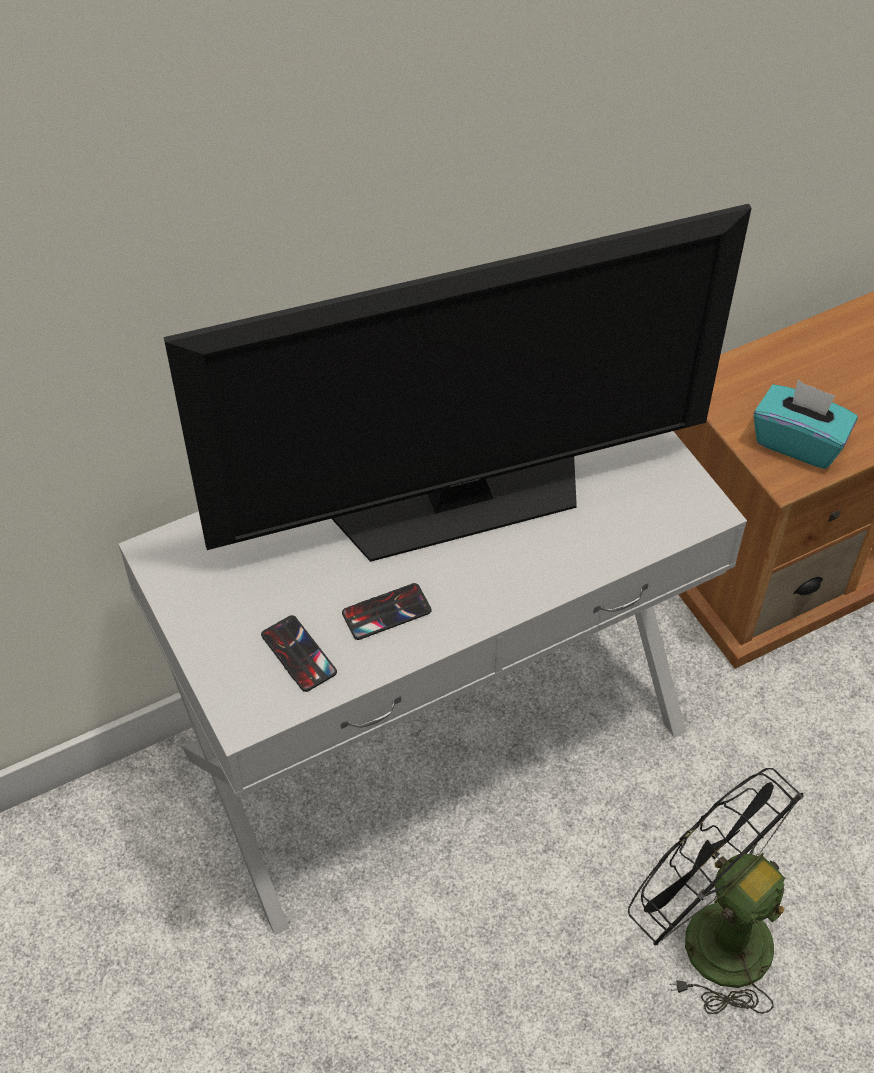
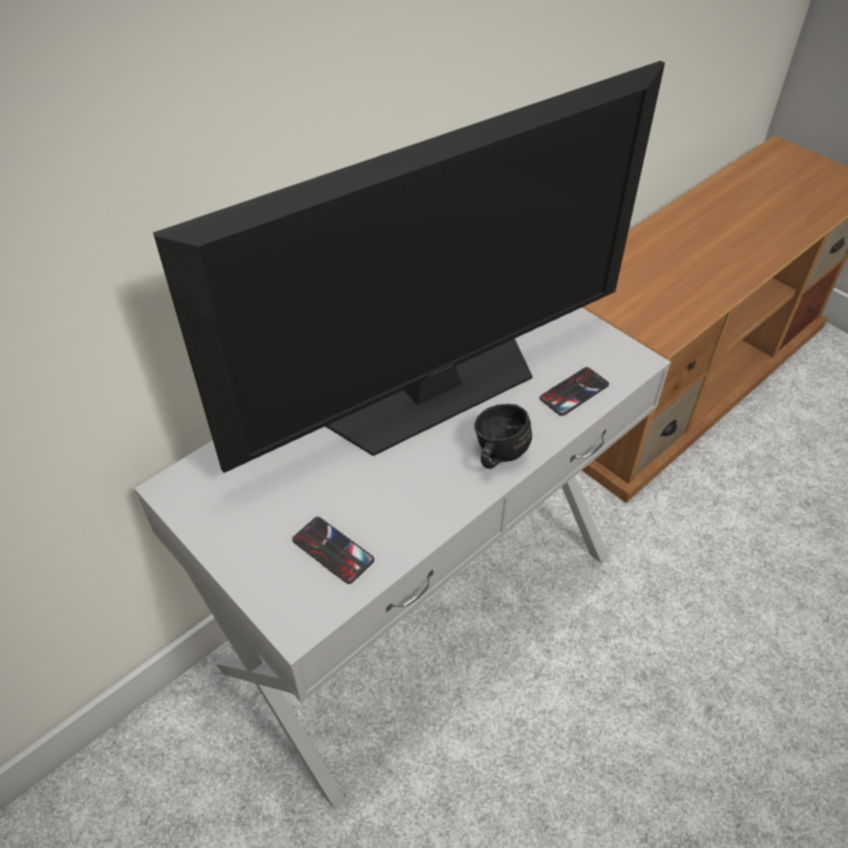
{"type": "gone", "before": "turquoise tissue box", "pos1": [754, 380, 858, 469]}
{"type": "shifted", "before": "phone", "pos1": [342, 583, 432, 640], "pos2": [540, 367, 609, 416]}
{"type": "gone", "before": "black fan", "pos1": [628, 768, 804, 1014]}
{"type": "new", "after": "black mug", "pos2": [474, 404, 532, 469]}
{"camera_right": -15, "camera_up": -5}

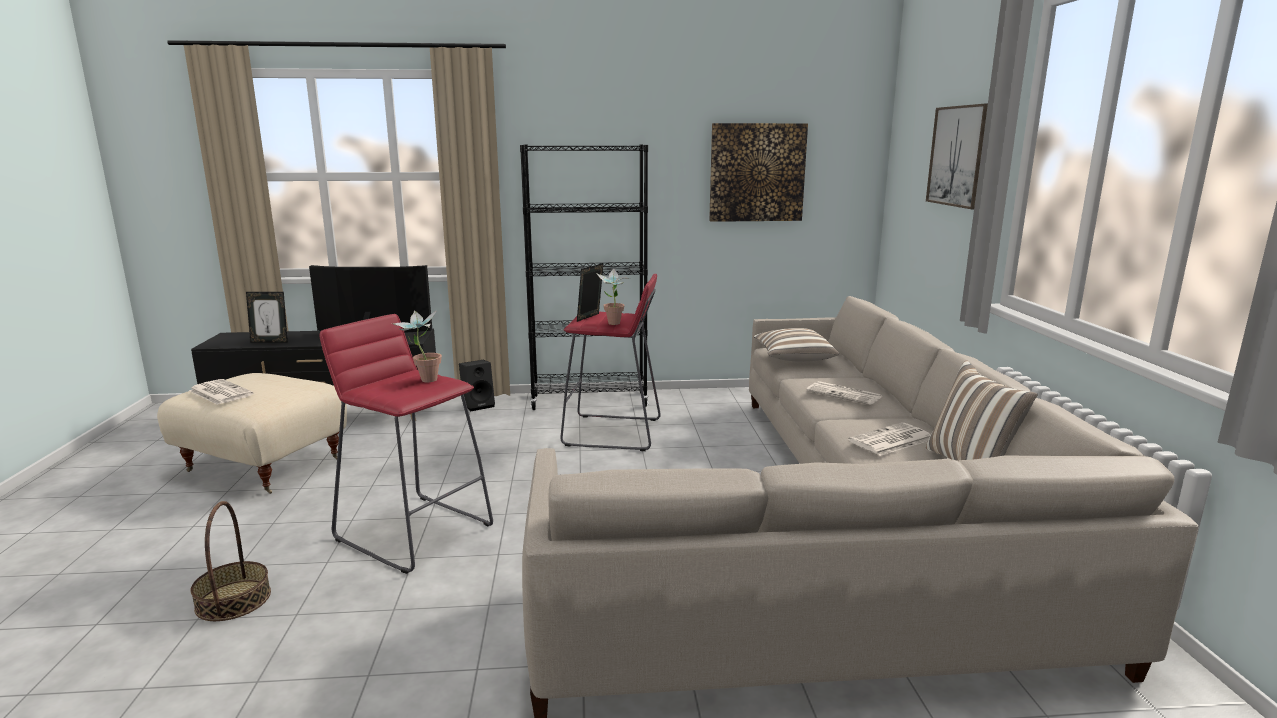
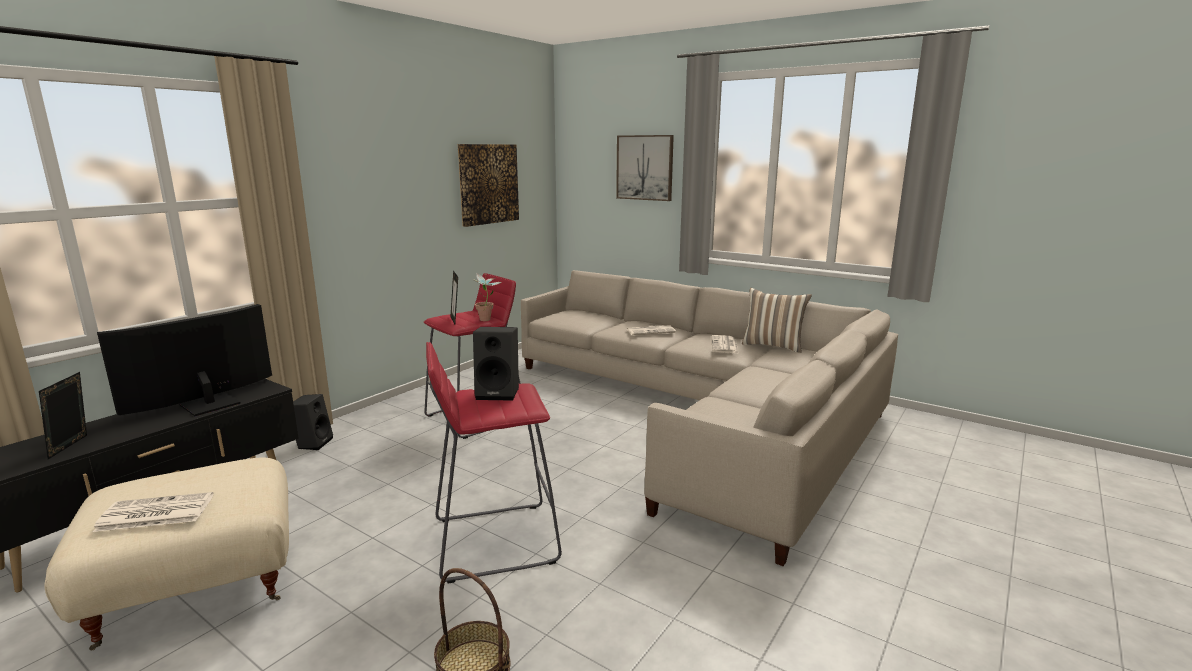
{"type": "gone", "before": "black bookcase", "pos1": [520, 145, 648, 410]}
{"type": "rotated", "before": "picture frame", "pos1": [246, 292, 288, 343], "pos2": [39, 372, 87, 459], "turn": 135}
{"type": "swapped", "before": "potted plant", "after": "black speaker", "pos1": [392, 310, 442, 382], "pos2": [473, 327, 519, 401]}
{"type": "gone", "before": "pillow", "pos1": [753, 328, 839, 362]}
{"camera_right": -50, "camera_up": 0}

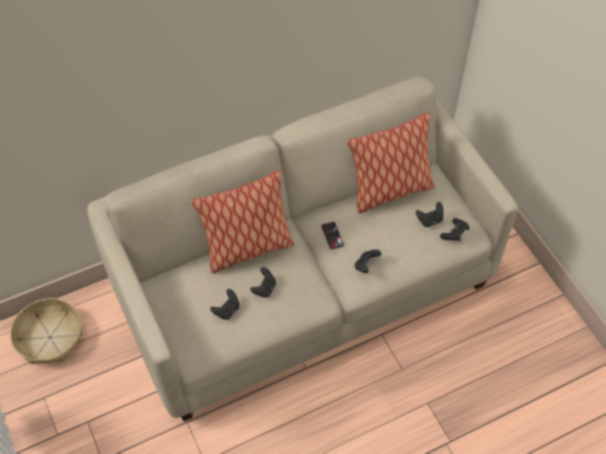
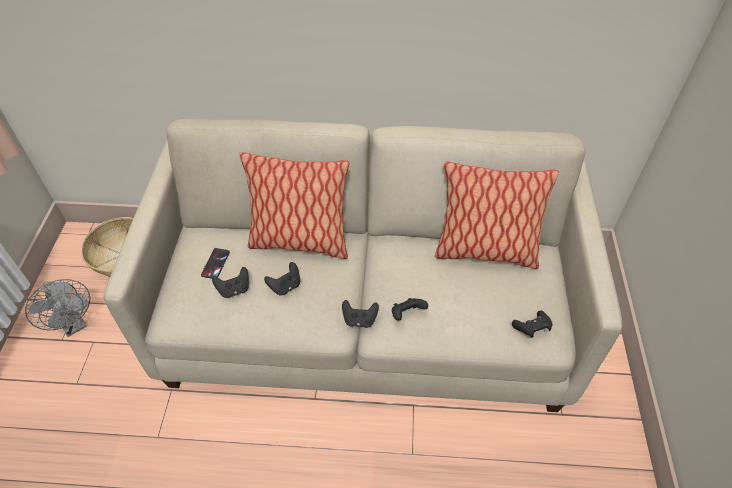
{"type": "shifted", "before": "black game controller", "pos1": [416, 202, 443, 227], "pos2": [342, 300, 379, 328]}
{"type": "shifted", "before": "phone", "pos1": [321, 222, 344, 250], "pos2": [201, 248, 230, 279]}
{"type": "new", "after": "grey fan", "pos2": [25, 279, 90, 337]}
{"camera_right": 30, "camera_up": -5}

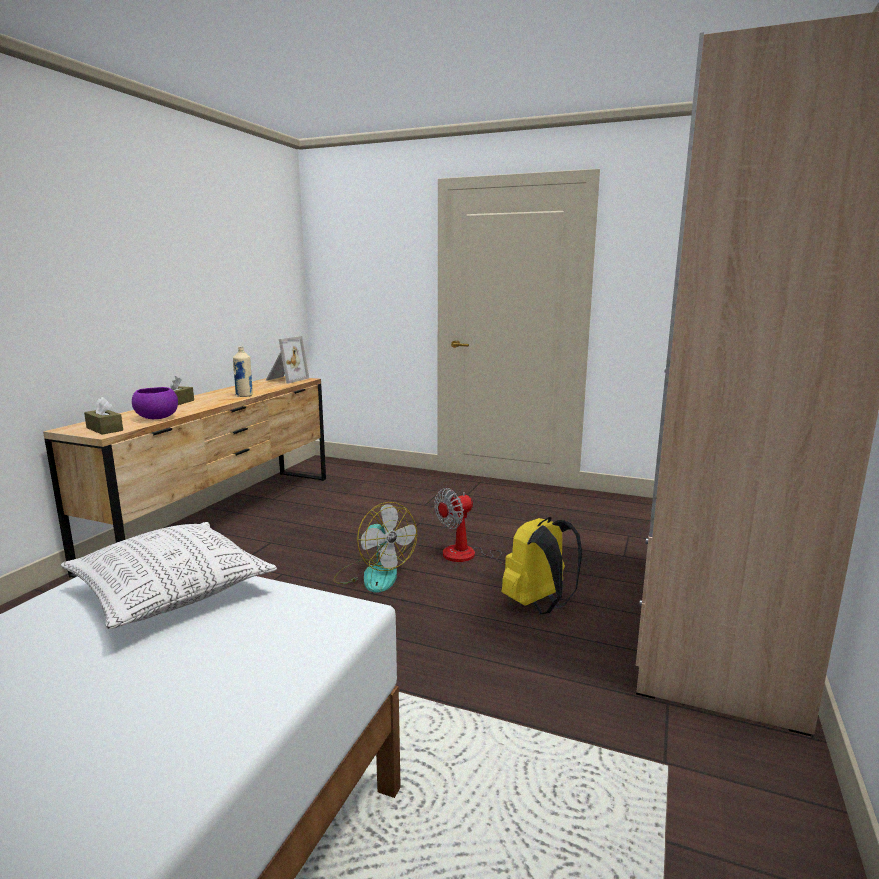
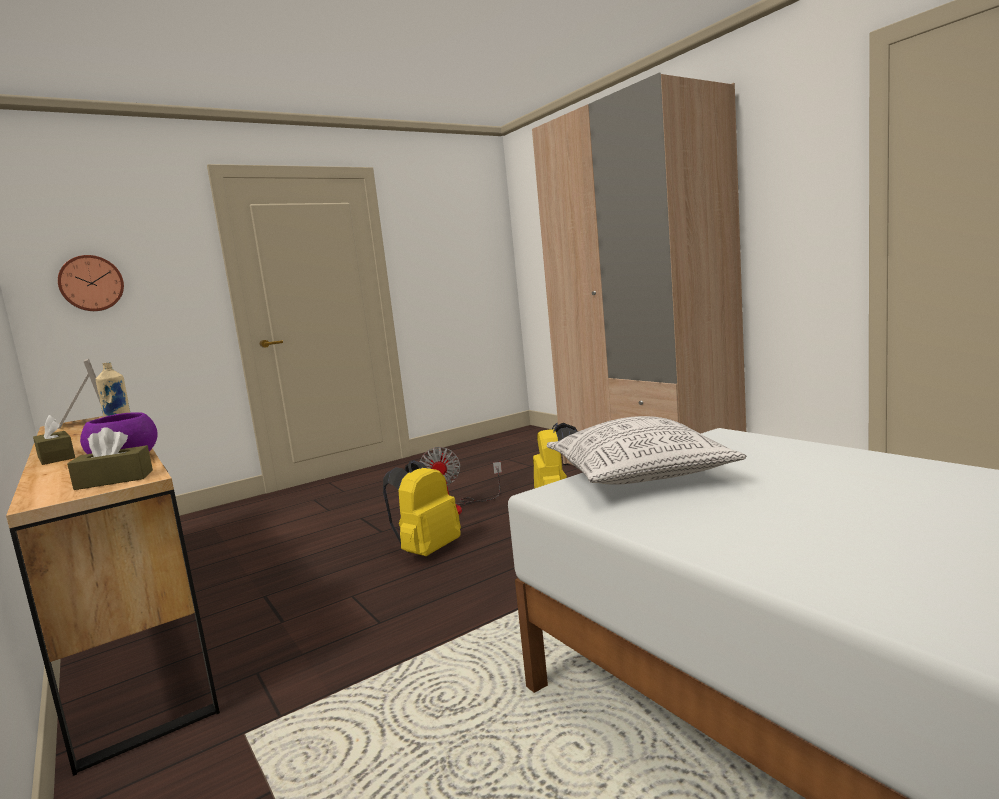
{"type": "swapped", "before": "fan", "after": "yellow backpack", "pos1": [333, 502, 417, 593], "pos2": [383, 460, 461, 556]}
{"type": "new", "after": "wall clock", "pos2": [58, 255, 124, 311]}
{"camera_right": -55, "camera_up": -5}

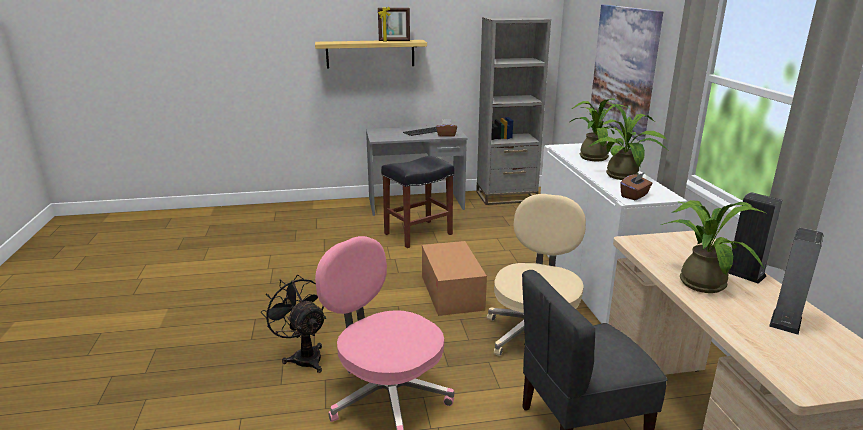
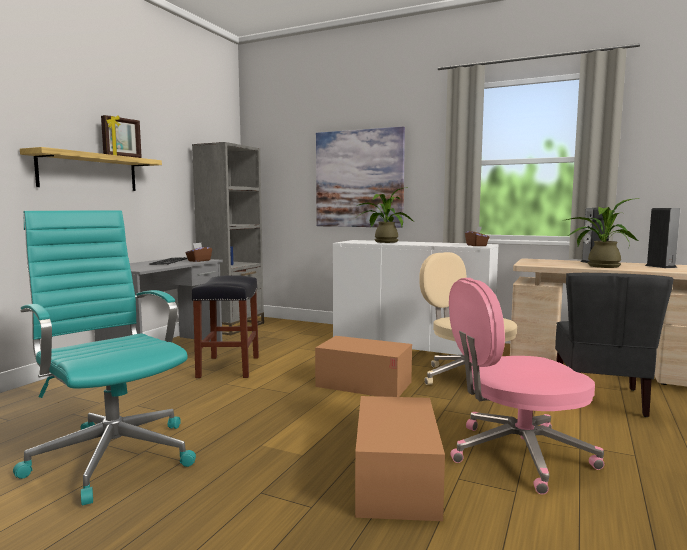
{"type": "gone", "before": "potted plant", "pos1": [588, 102, 668, 180]}
{"type": "swapped", "before": "black fan", "after": "cardboard box", "pos1": [261, 275, 326, 373], "pos2": [355, 396, 445, 521]}
{"type": "new", "after": "turquoise office chair", "pos2": [13, 210, 196, 506]}
{"camera_right": -55, "camera_up": -15}

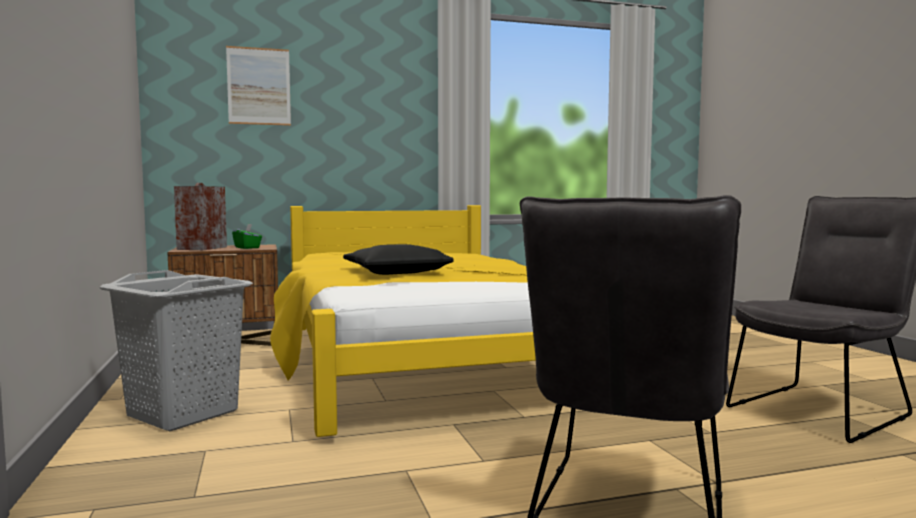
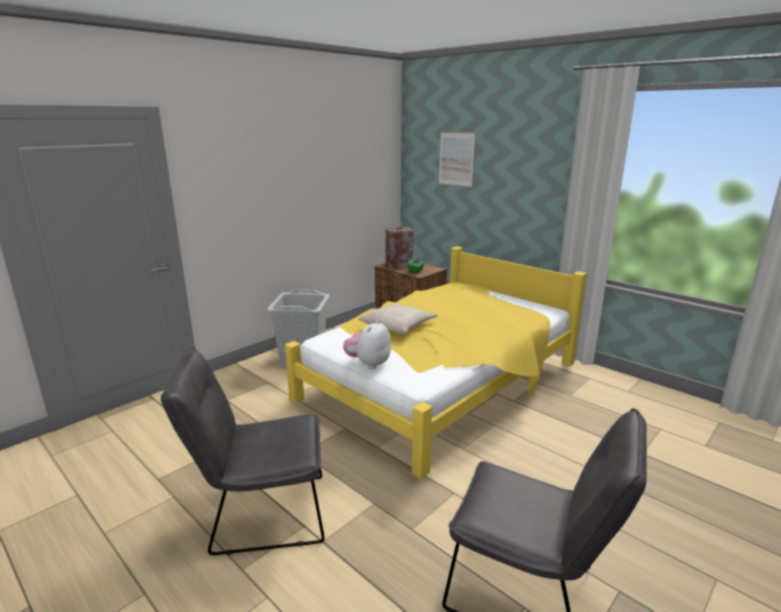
{"type": "repainted", "before": "black pillow", "after": "beige pillow", "pos1": [343, 244, 453, 275], "pos2": [359, 303, 437, 334]}
{"type": "new", "after": "plush toy", "pos2": [343, 320, 391, 369]}
{"camera_right": 60, "camera_up": 15}

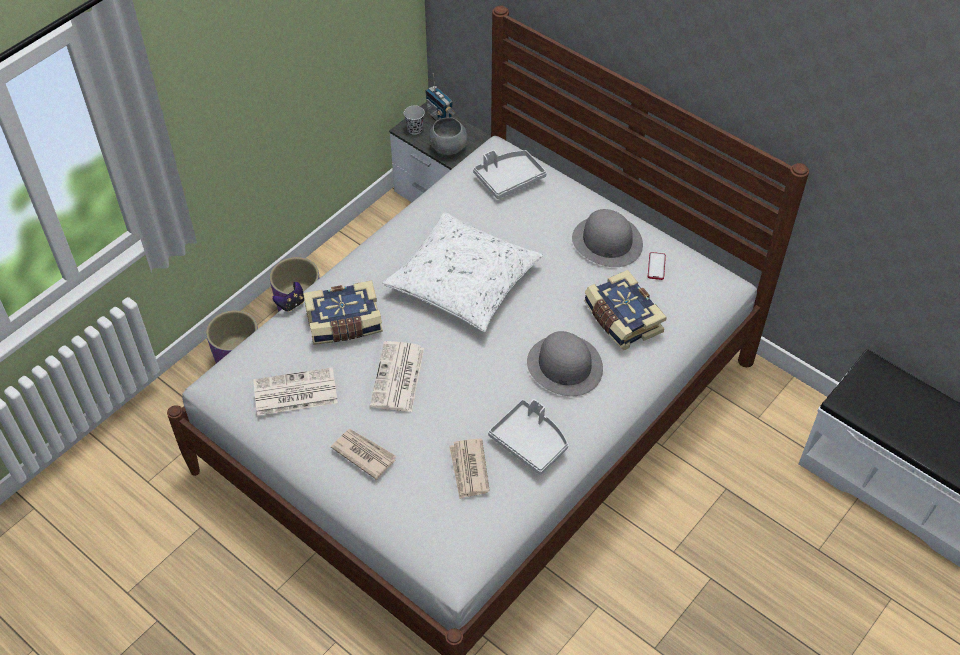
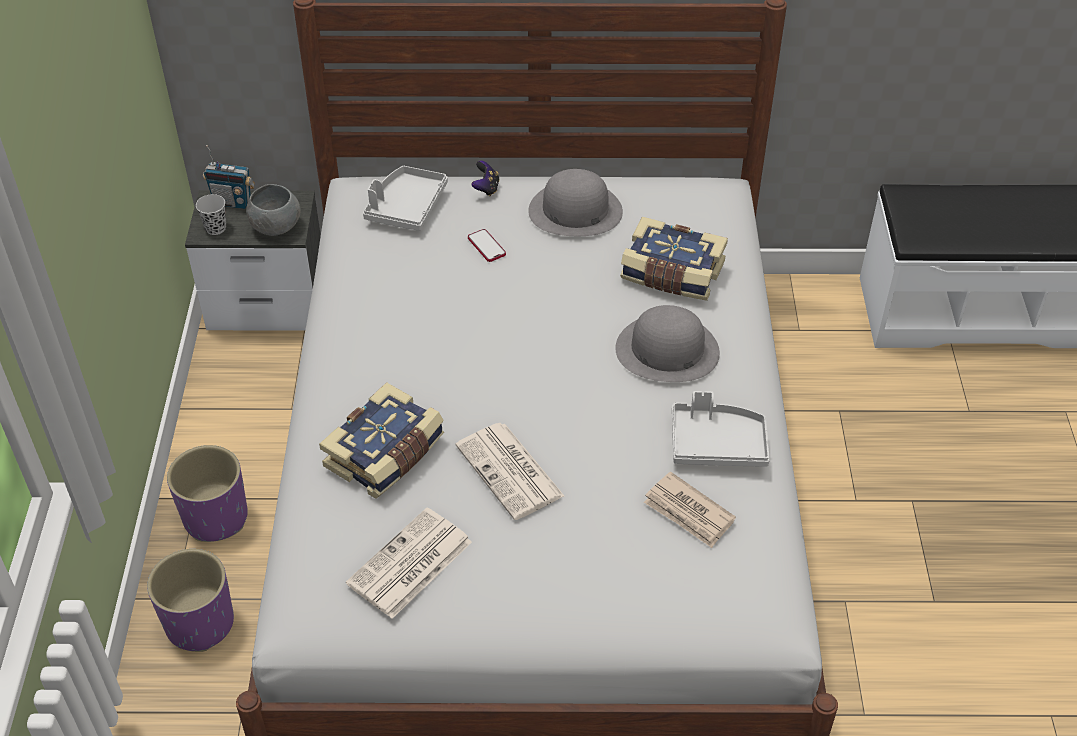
{"type": "gone", "before": "white pillow", "pos1": [382, 212, 543, 332]}
{"type": "shifted", "before": "phone", "pos1": [648, 252, 666, 280], "pos2": [468, 229, 506, 262]}
{"type": "shifted", "before": "game controller", "pos1": [272, 282, 304, 312], "pos2": [471, 161, 500, 196]}
{"type": "gone", "before": "newspaper", "pos1": [331, 429, 396, 480]}
{"camera_right": -40, "camera_up": -5}

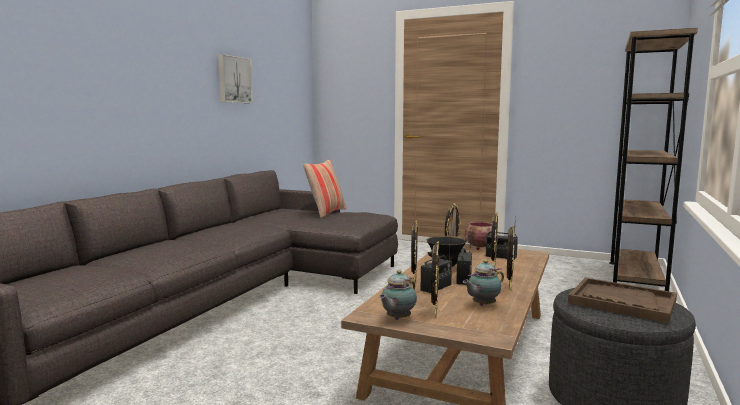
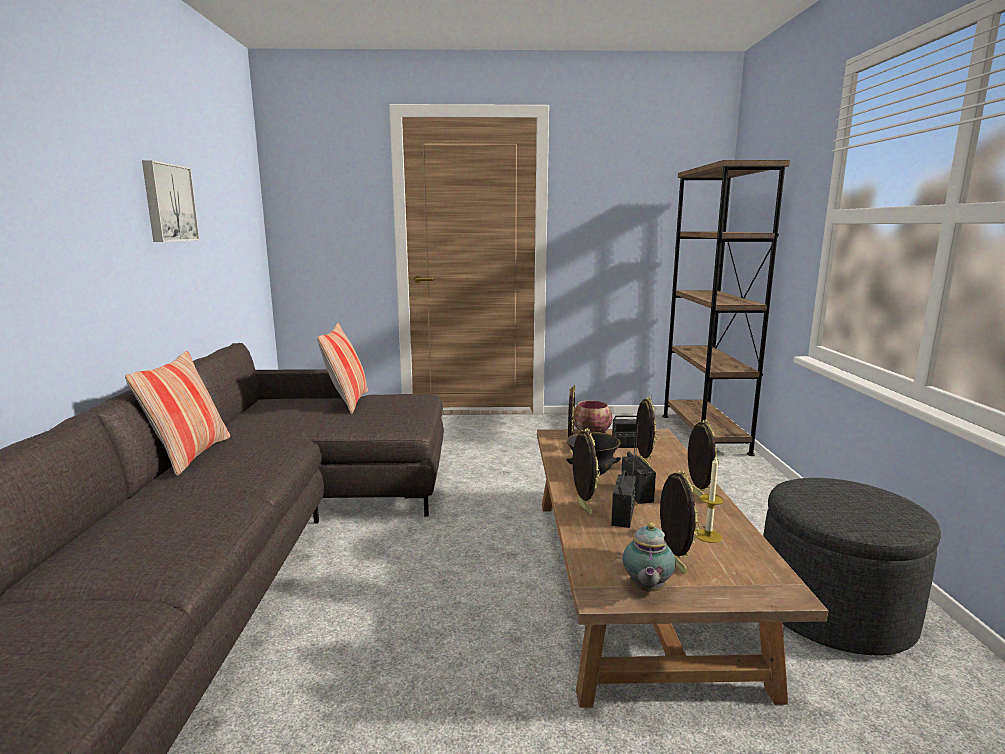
{"type": "swapped", "before": "teapot", "after": "candle", "pos1": [463, 260, 504, 306], "pos2": [696, 457, 724, 543]}
{"type": "gone", "before": "brown tray", "pos1": [568, 277, 677, 323]}
{"type": "new", "after": "pillow", "pos2": [125, 351, 230, 476]}
{"camera_right": -25, "camera_up": 5}

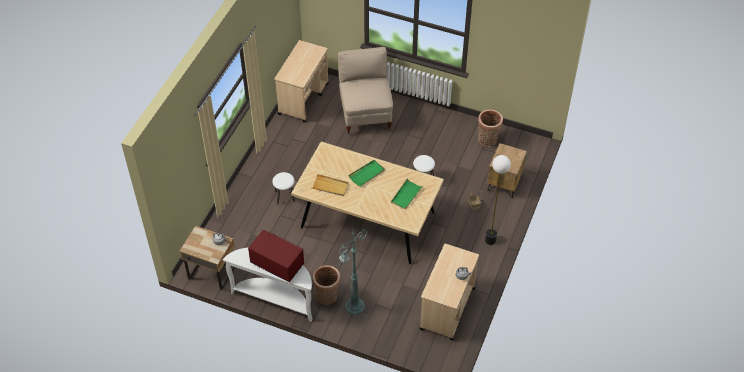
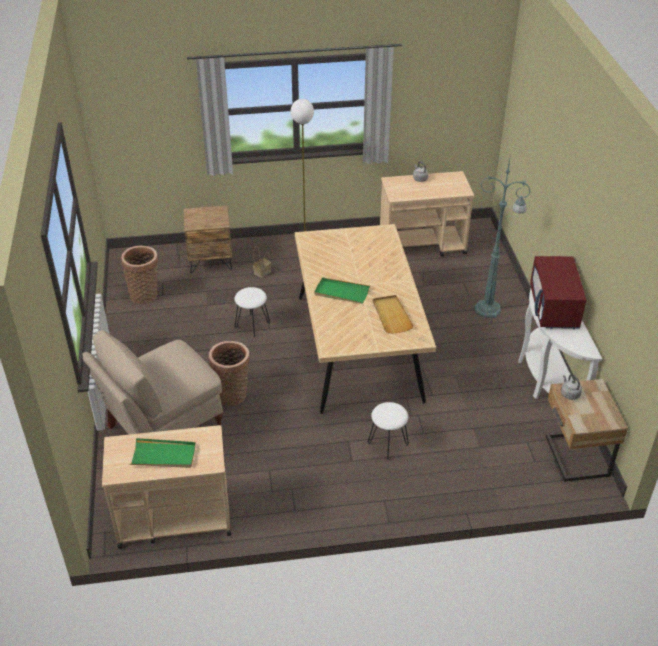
{"type": "shifted", "before": "green tray", "pos1": [391, 178, 423, 209], "pos2": [130, 438, 196, 468]}
{"type": "shifted", "before": "basket", "pos1": [313, 265, 340, 305], "pos2": [209, 341, 250, 406]}
{"camera_right": -120, "camera_up": -10}

